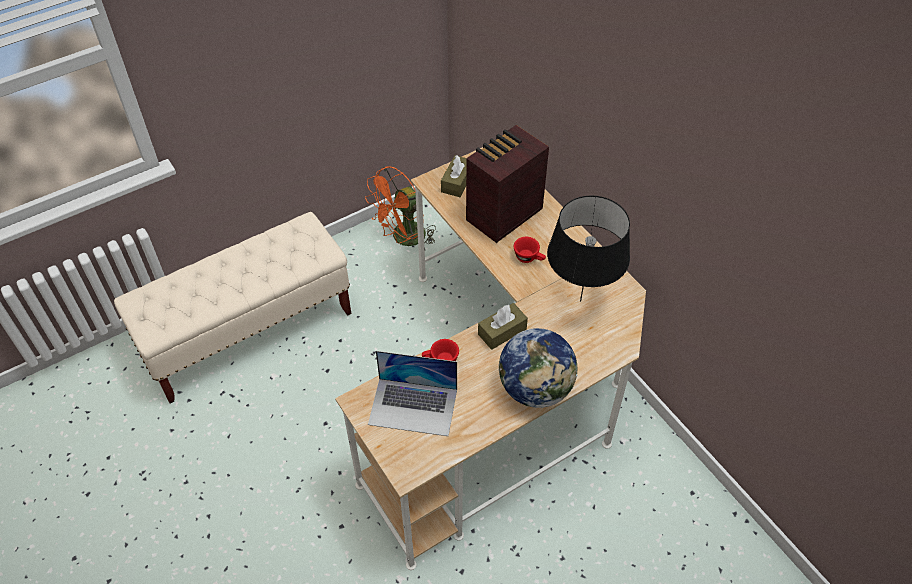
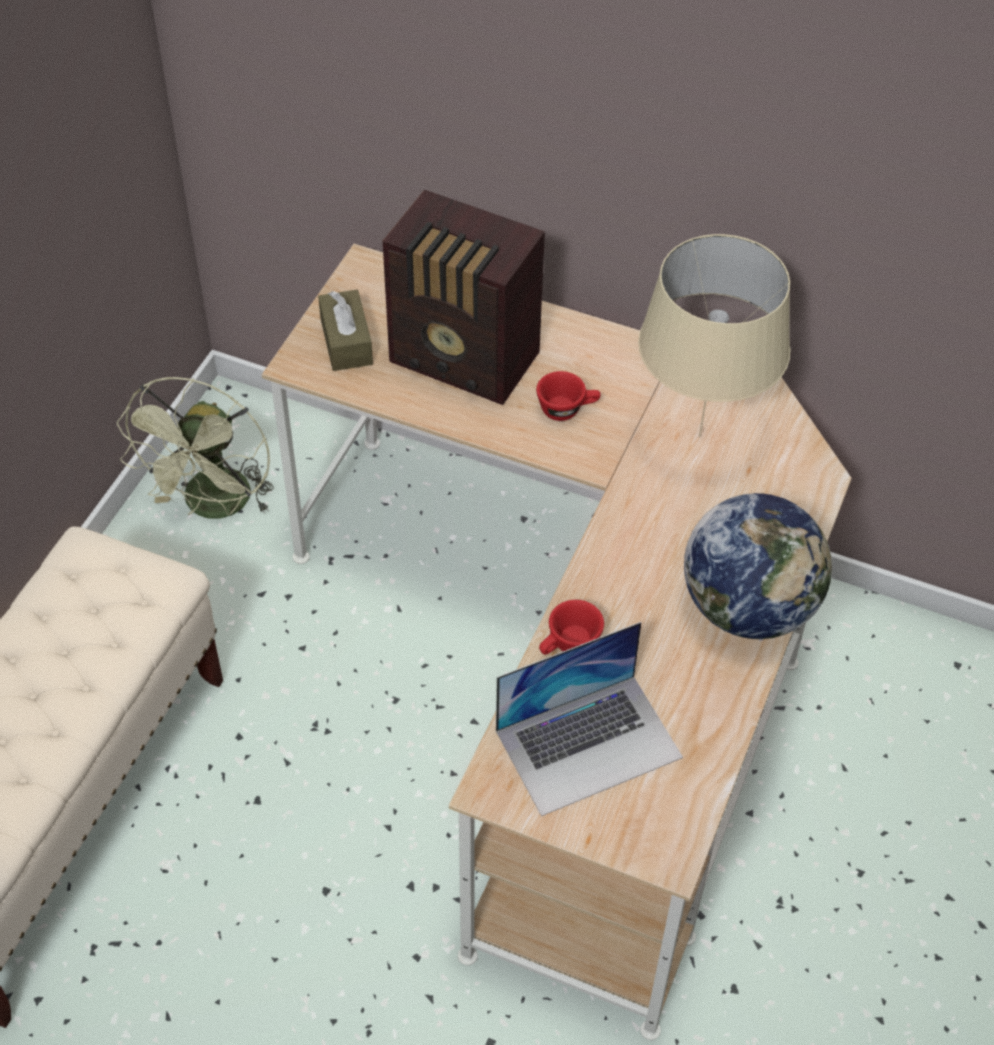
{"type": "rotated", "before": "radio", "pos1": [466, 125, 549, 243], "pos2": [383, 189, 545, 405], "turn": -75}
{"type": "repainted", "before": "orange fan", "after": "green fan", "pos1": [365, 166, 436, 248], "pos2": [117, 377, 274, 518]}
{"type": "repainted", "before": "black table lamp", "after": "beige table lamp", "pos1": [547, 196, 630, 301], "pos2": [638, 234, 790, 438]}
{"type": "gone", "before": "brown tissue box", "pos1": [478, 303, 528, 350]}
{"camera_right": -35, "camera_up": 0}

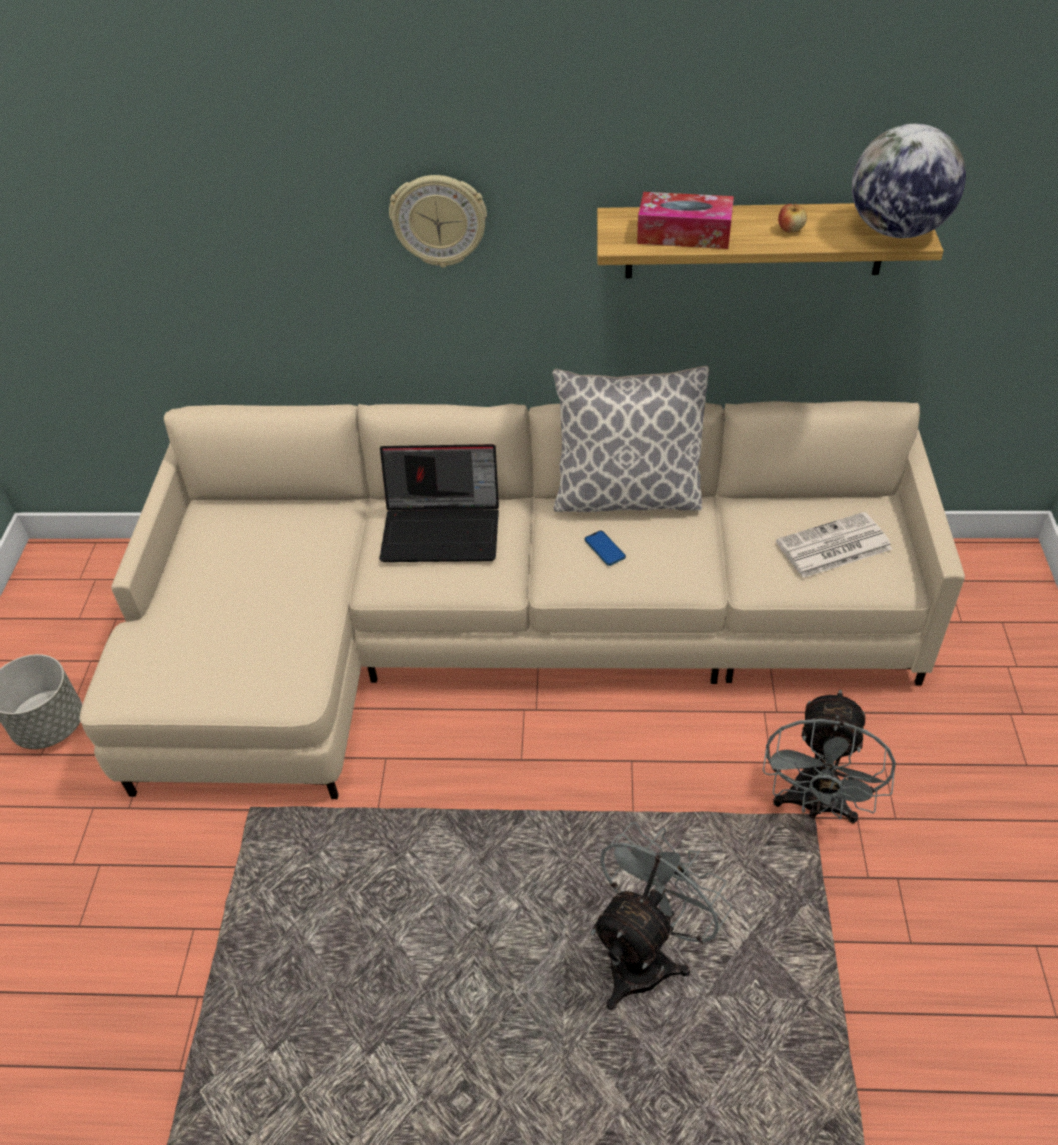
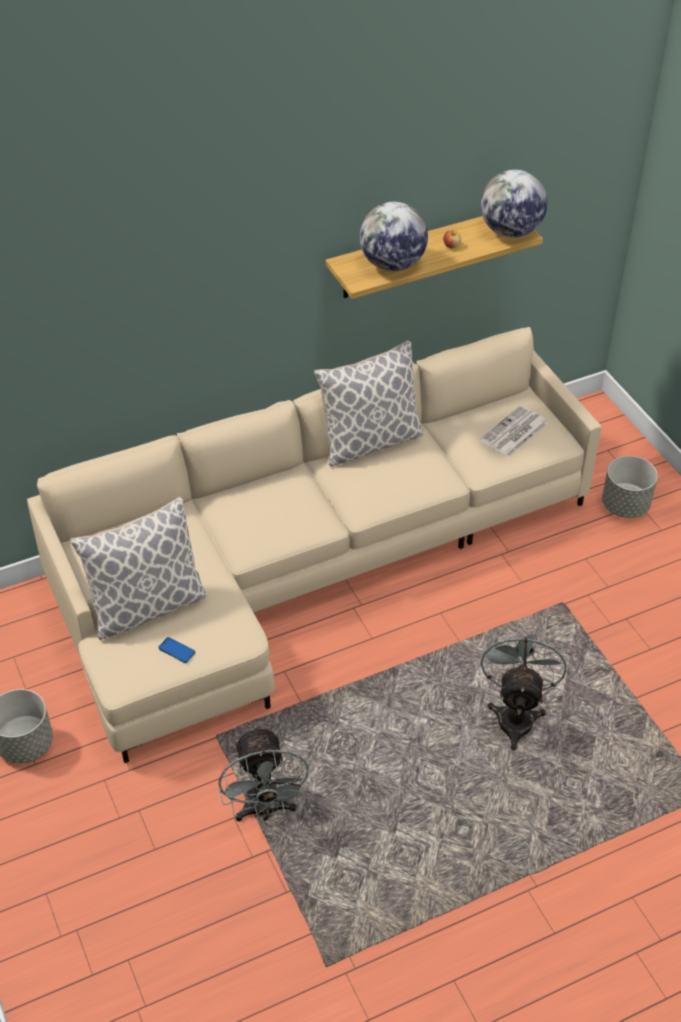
{"type": "gone", "before": "wall clock", "pos1": [389, 175, 487, 268]}
{"type": "swapped", "before": "tissue box", "after": "globe", "pos1": [637, 192, 734, 249], "pos2": [359, 202, 428, 271]}
{"type": "gone", "before": "laptop", "pos1": [380, 444, 499, 562]}
{"type": "shifted", "before": "phone", "pos1": [584, 530, 626, 566], "pos2": [158, 637, 195, 663]}
{"type": "shifted", "before": "grey fan", "pos1": [763, 690, 896, 824], "pos2": [218, 725, 312, 822]}
{"type": "new", "after": "grey planter", "pos2": [602, 456, 658, 518]}
{"type": "new", "after": "pillow", "pos2": [70, 497, 207, 640]}
{"camera_right": -30, "camera_up": 0}

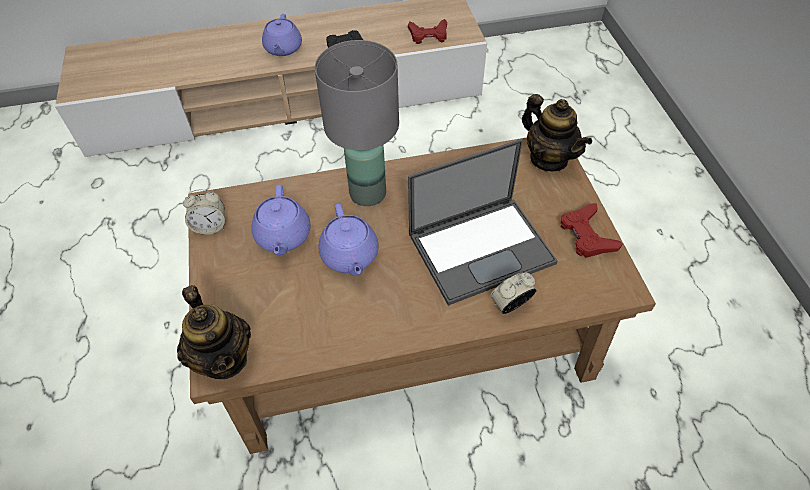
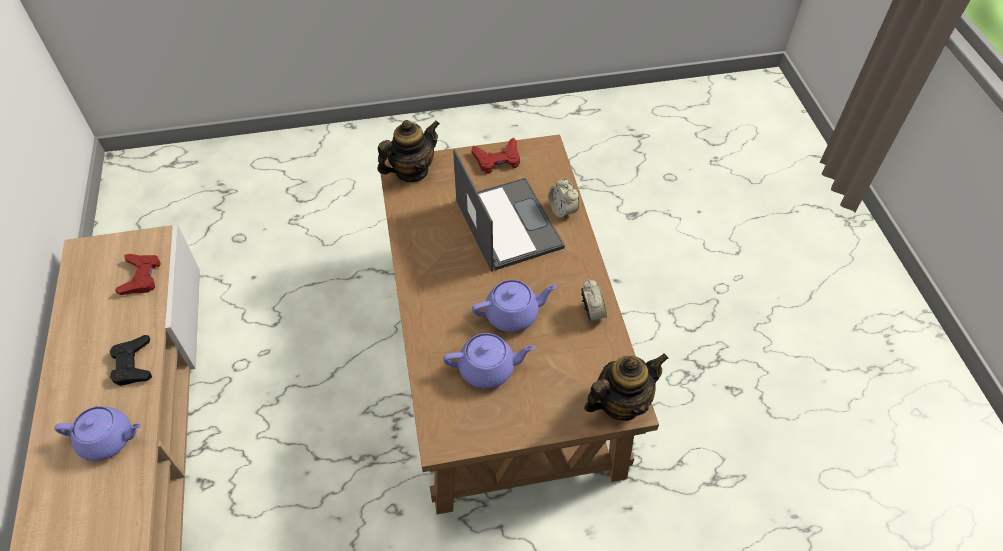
{"type": "gone", "before": "grey table lamp", "pos1": [315, 40, 399, 206]}
{"type": "shifted", "before": "alarm clock", "pos1": [183, 189, 225, 235], "pos2": [581, 280, 607, 322]}
{"camera_right": -90, "camera_up": 0}

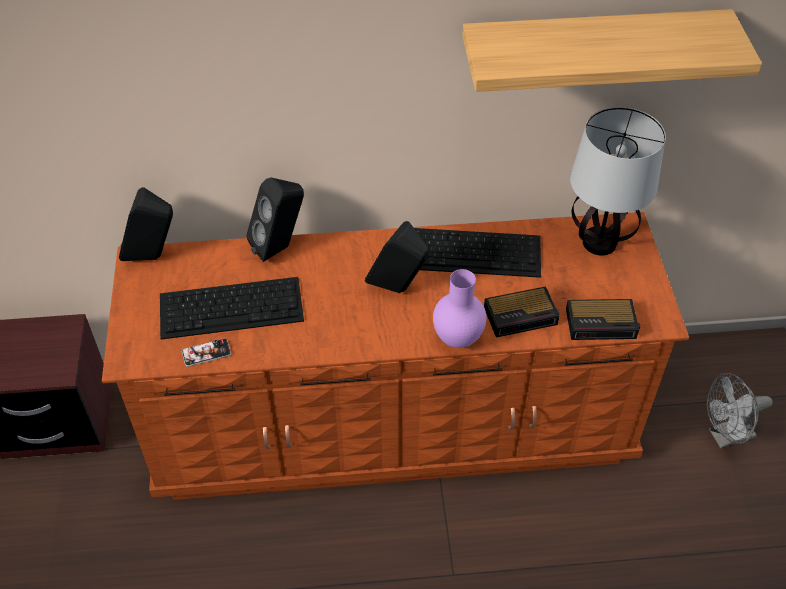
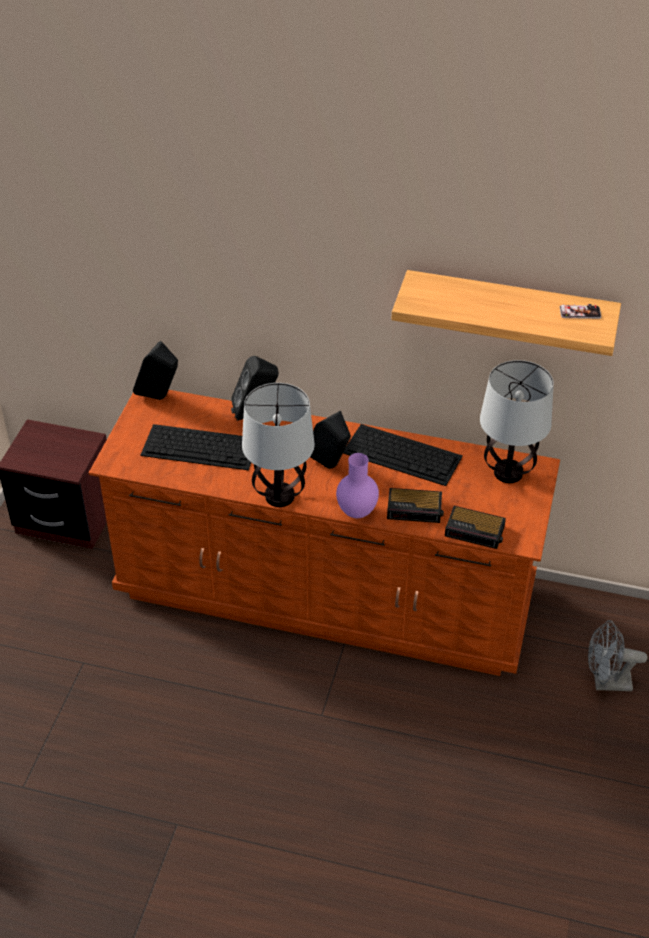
{"type": "shifted", "before": "phone", "pos1": [182, 338, 231, 367], "pos2": [560, 304, 601, 319]}
{"type": "new", "after": "table lamp", "pos2": [242, 383, 315, 507]}
{"camera_right": 20, "camera_up": -5}

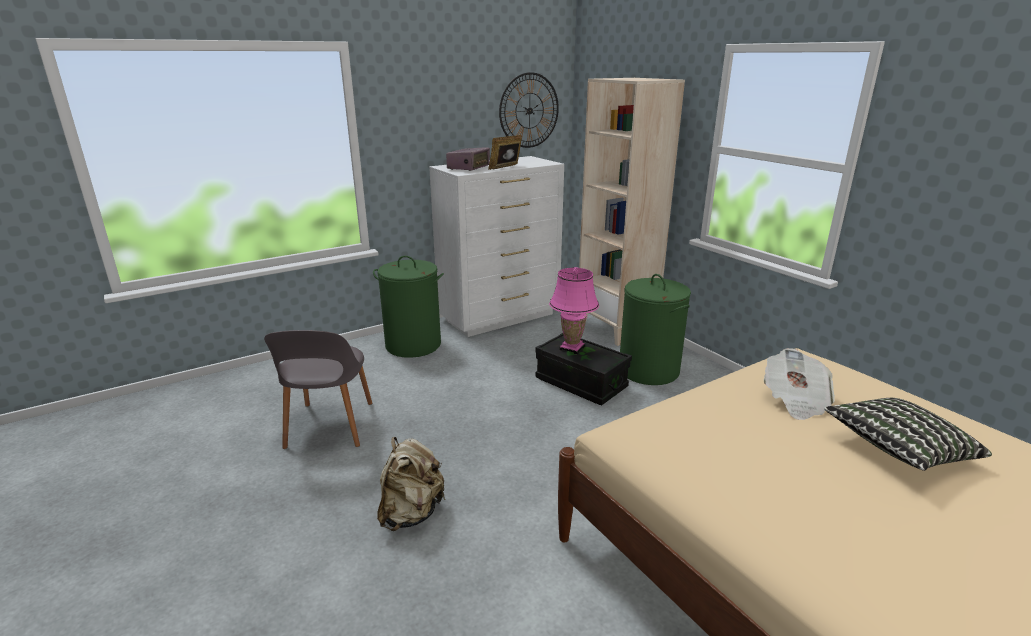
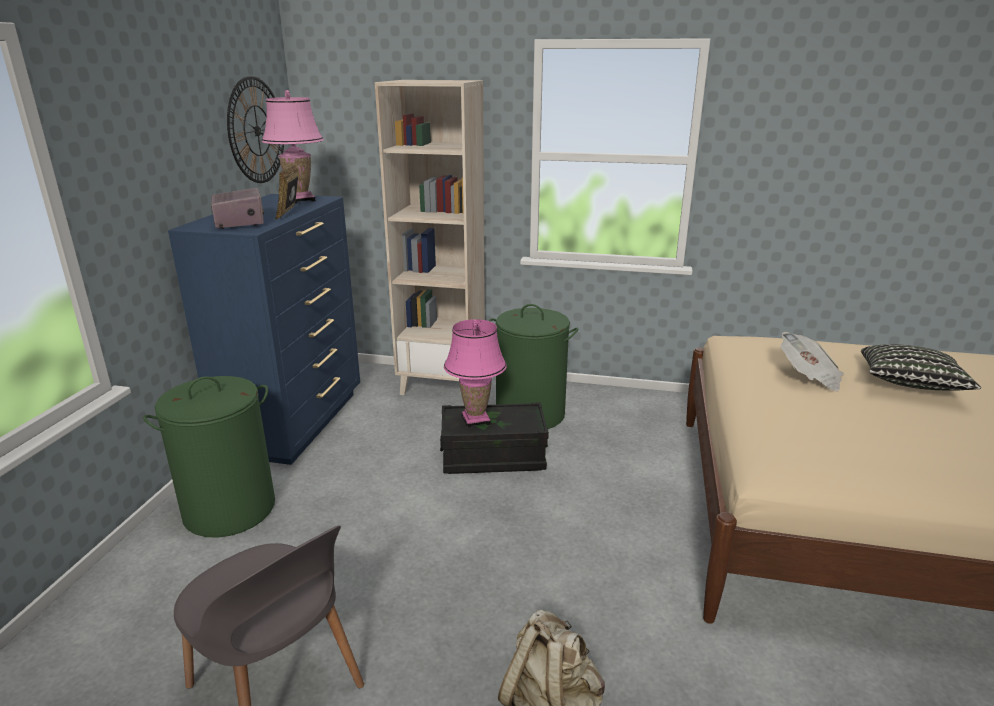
{"type": "repainted", "before": "white dresser", "after": "blue dresser", "pos1": [429, 156, 564, 337], "pos2": [168, 194, 360, 465]}
{"type": "new", "after": "pink table lamp", "pos2": [262, 90, 324, 204]}
{"camera_right": -45, "camera_up": 0}

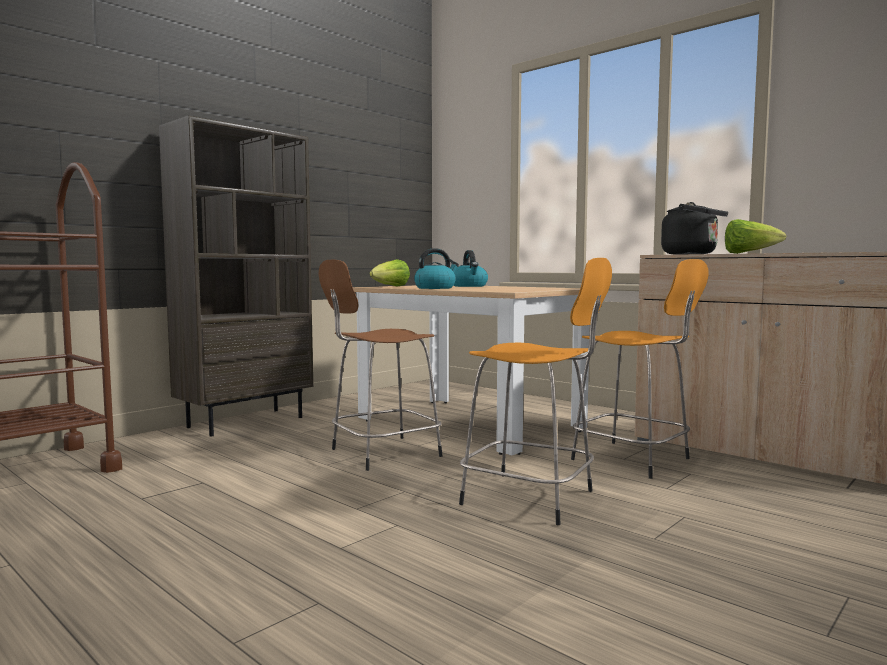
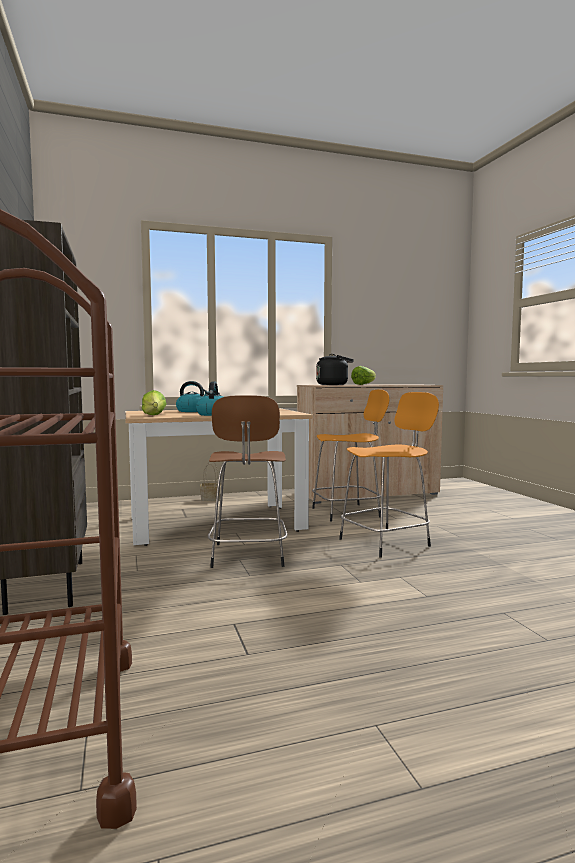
{"type": "new", "after": "basket", "pos2": [200, 462, 221, 501]}
{"camera_right": -60, "camera_up": 0}

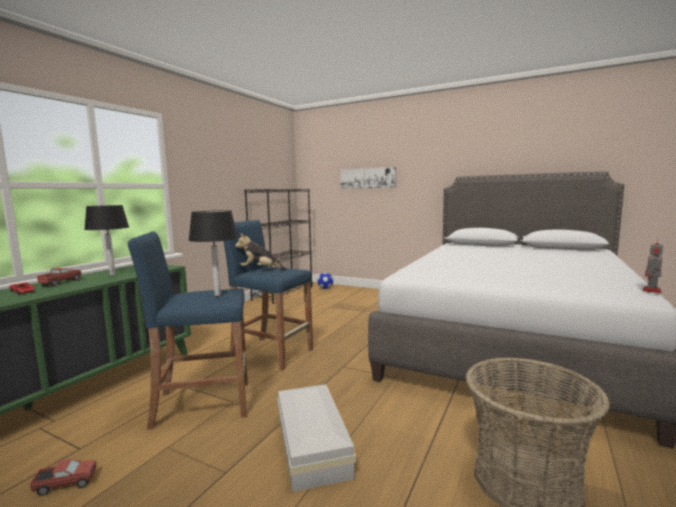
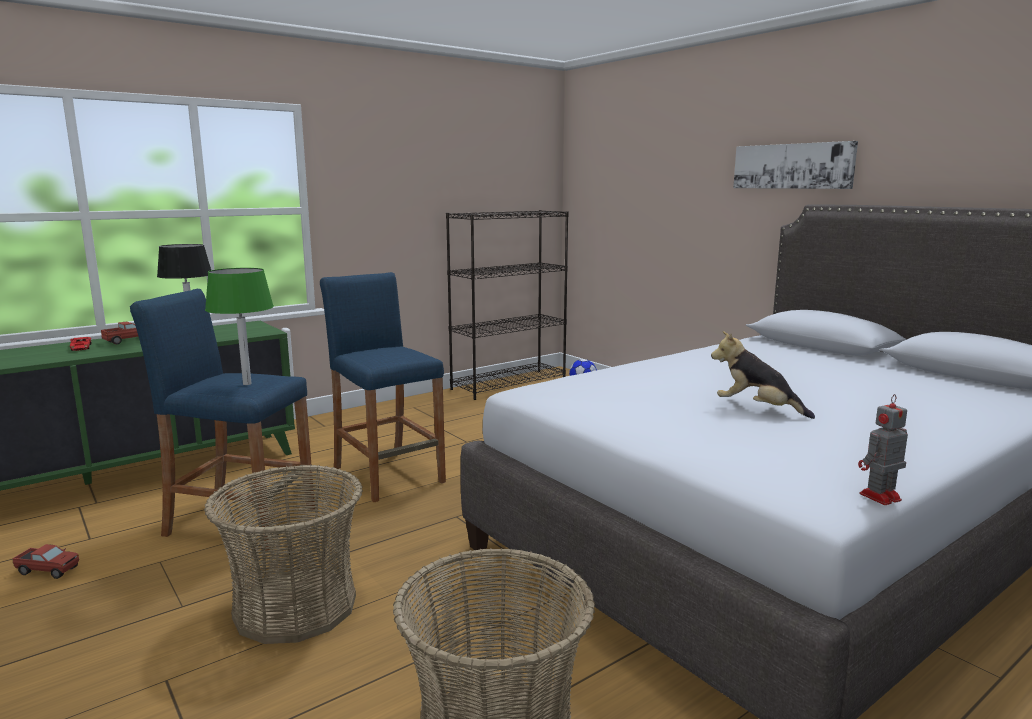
{"type": "shifted", "before": "picture", "pos1": [341, 167, 396, 189], "pos2": [733, 141, 858, 189]}
{"type": "repainted", "before": "black table lamp", "after": "green table lamp", "pos1": [189, 210, 238, 296], "pos2": [205, 268, 274, 385]}
{"type": "shifted", "before": "plush toy", "pos1": [235, 234, 287, 270], "pos2": [711, 331, 815, 419]}
{"type": "swapped", "before": "white storage box", "after": "basket", "pos1": [277, 384, 356, 492], "pos2": [204, 465, 363, 644]}
{"camera_right": 25, "camera_up": 5}

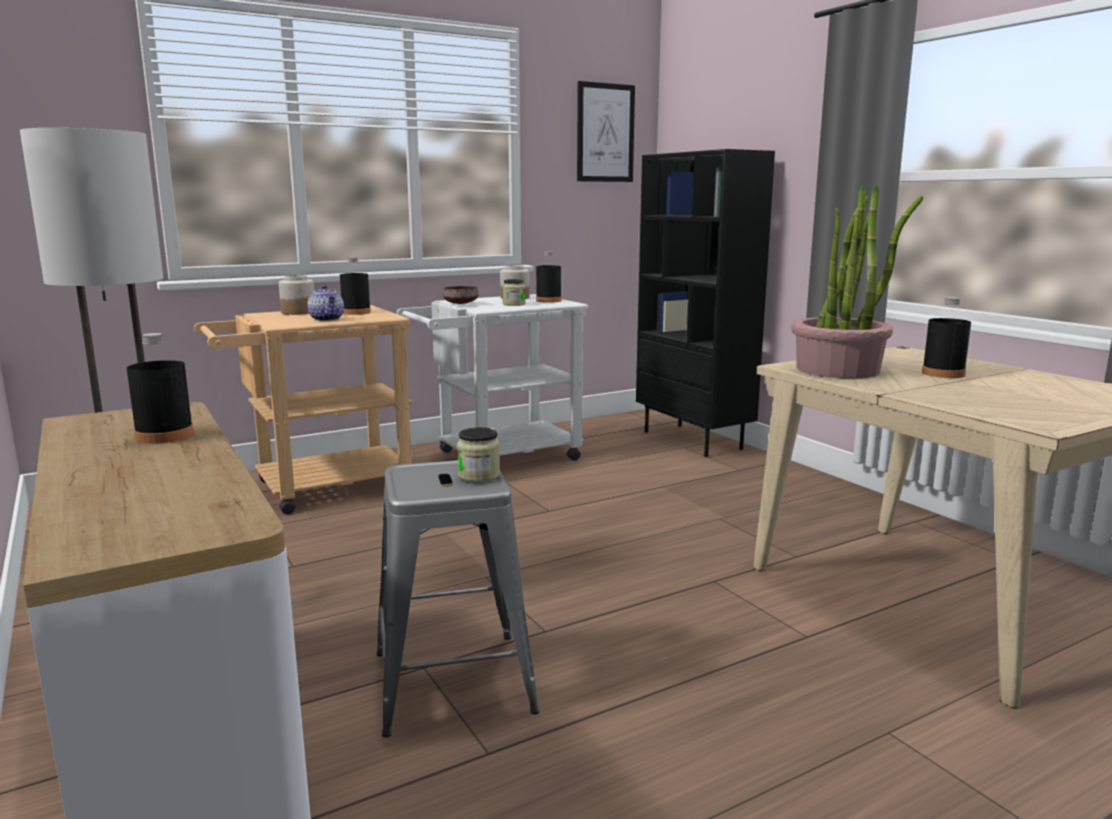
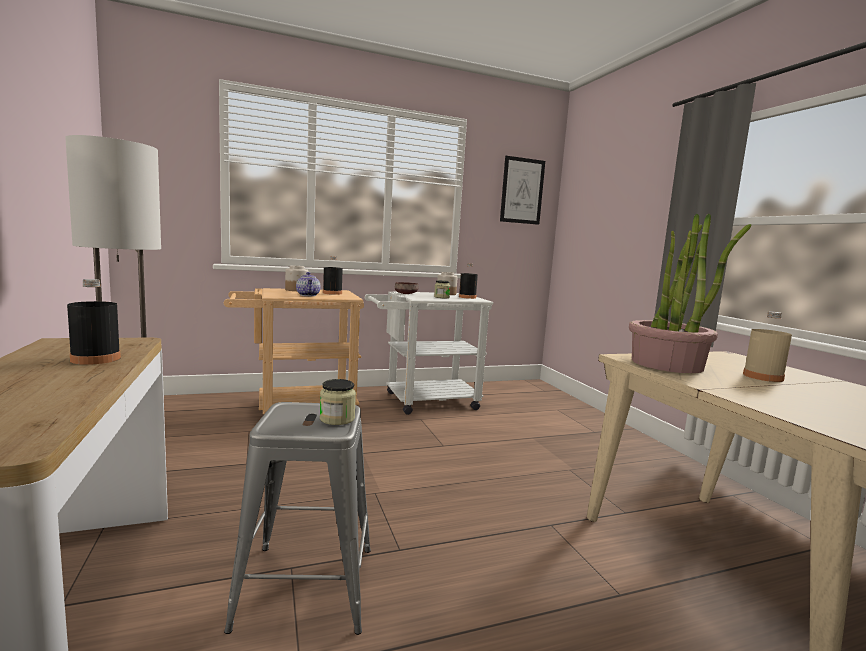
{"type": "gone", "before": "black bookcase", "pos1": [636, 149, 775, 457]}
{"type": "repainted", "before": "black bottle", "after": "beige bottle", "pos1": [922, 297, 971, 378], "pos2": [743, 311, 792, 382]}
{"camera_right": 10, "camera_up": -5}

